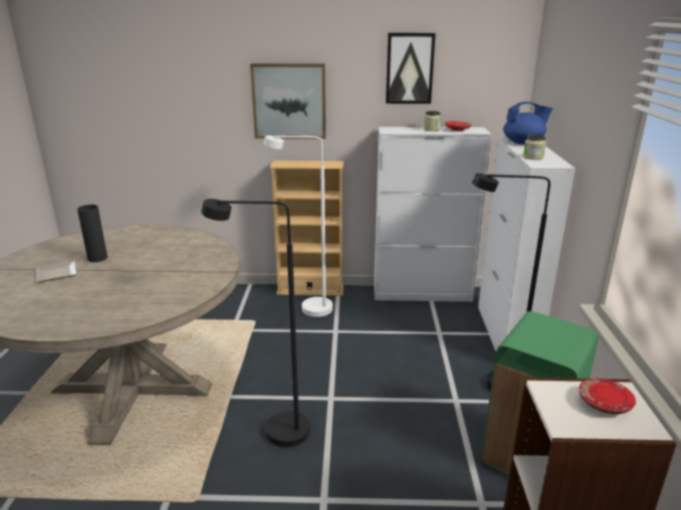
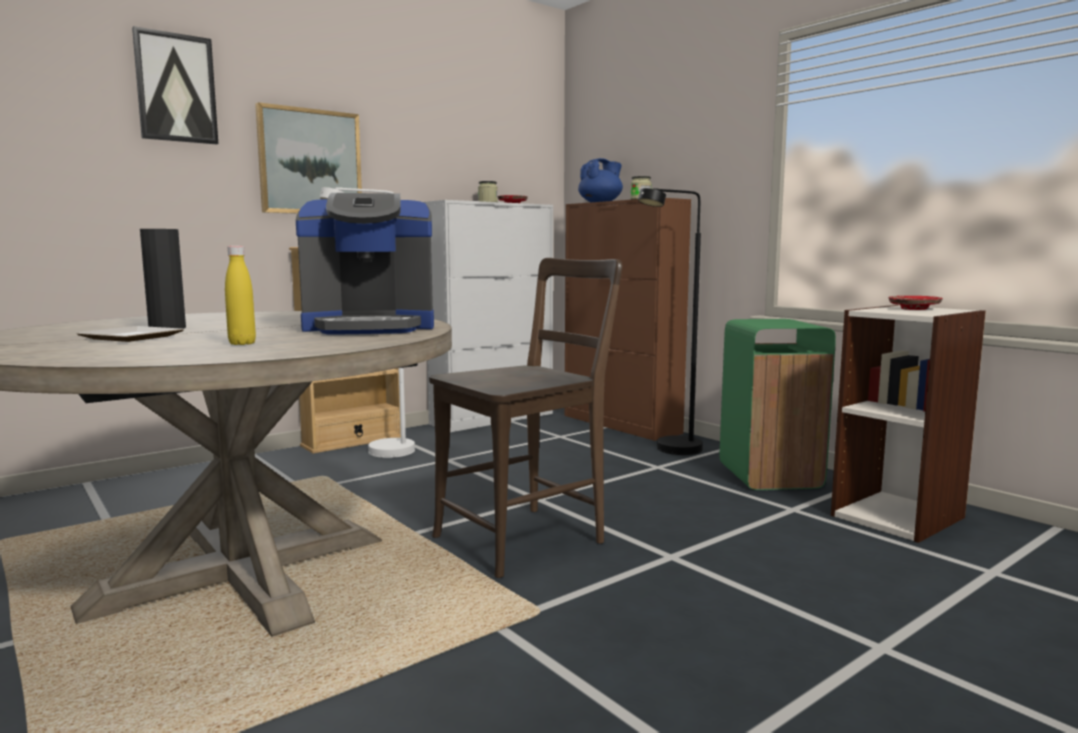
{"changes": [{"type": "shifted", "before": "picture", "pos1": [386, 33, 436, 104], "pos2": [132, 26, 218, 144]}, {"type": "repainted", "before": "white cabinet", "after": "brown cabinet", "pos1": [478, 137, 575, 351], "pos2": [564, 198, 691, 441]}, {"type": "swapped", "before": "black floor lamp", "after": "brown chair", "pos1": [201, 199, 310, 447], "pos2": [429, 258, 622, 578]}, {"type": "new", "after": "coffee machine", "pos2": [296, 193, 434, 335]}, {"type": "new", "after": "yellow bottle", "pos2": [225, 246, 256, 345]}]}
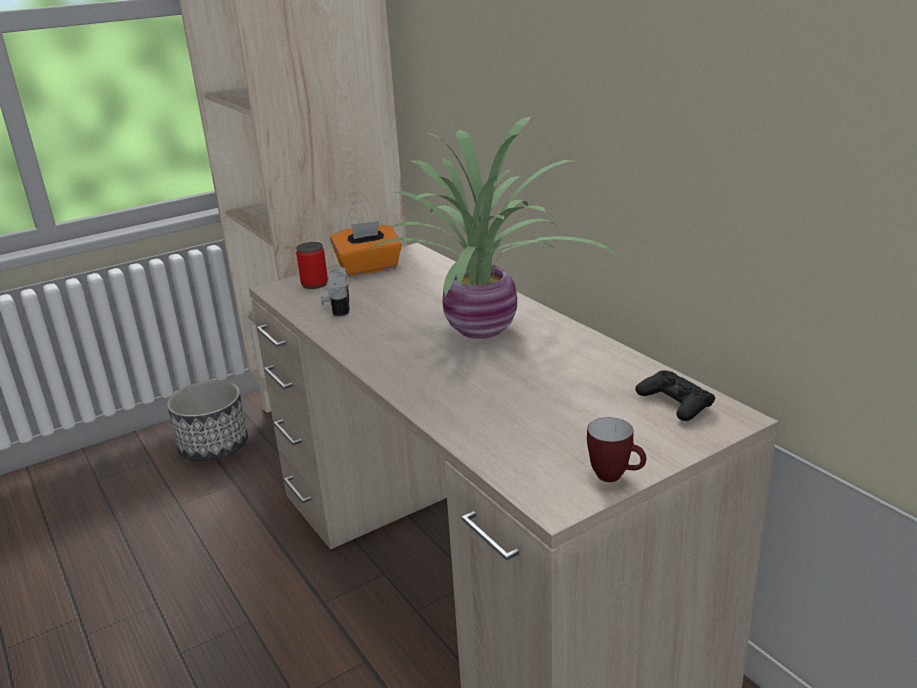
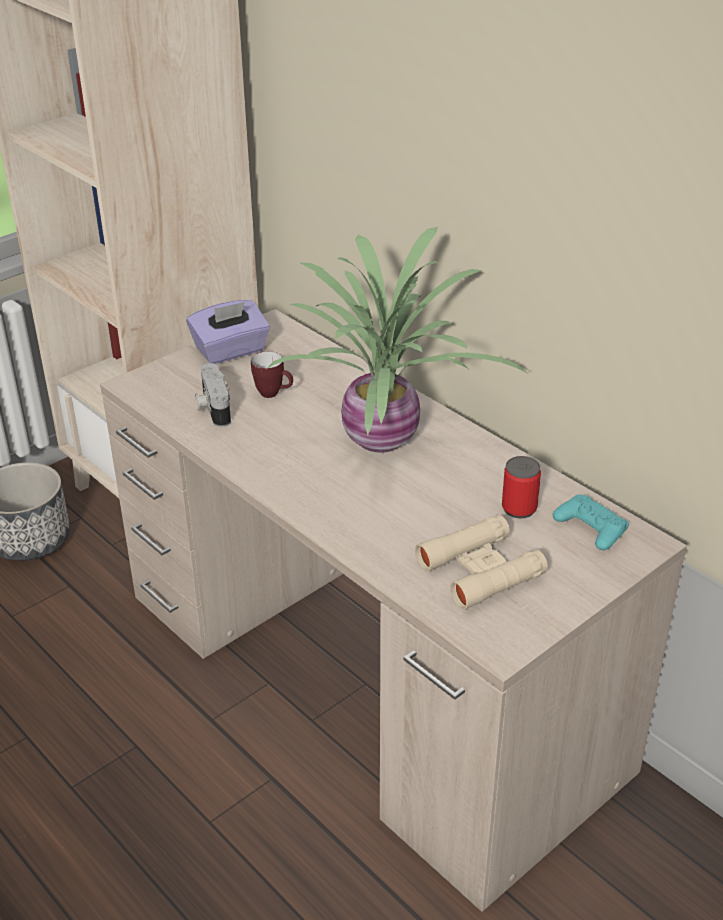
{"changes": [{"type": "repainted", "before": "orange tissue box", "after": "purple tissue box", "pos1": [330, 221, 402, 276], "pos2": [187, 300, 270, 364]}, {"type": "shifted", "before": "can", "pos1": [296, 242, 328, 289], "pos2": [502, 456, 541, 518]}, {"type": "repainted", "before": "black game controller", "after": "turquoise game controller", "pos1": [636, 370, 715, 421], "pos2": [553, 494, 629, 550]}, {"type": "shifted", "before": "mug", "pos1": [587, 417, 646, 482], "pos2": [251, 351, 293, 398]}, {"type": "new", "after": "beige binoculars", "pos2": [415, 515, 548, 610]}]}
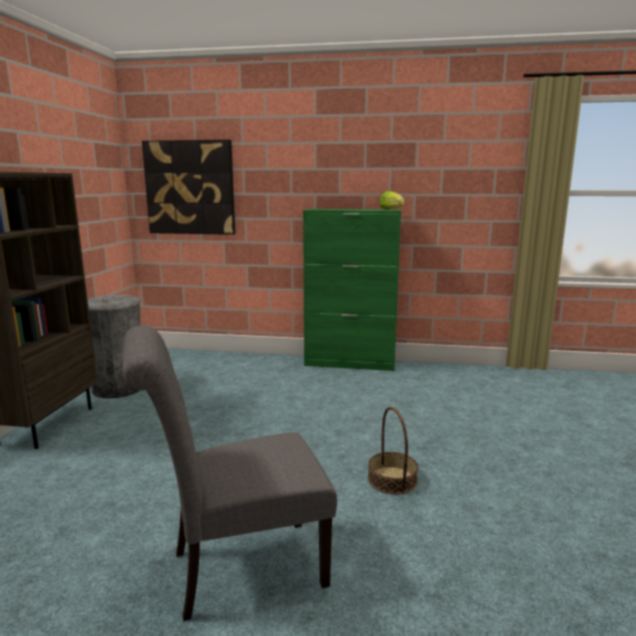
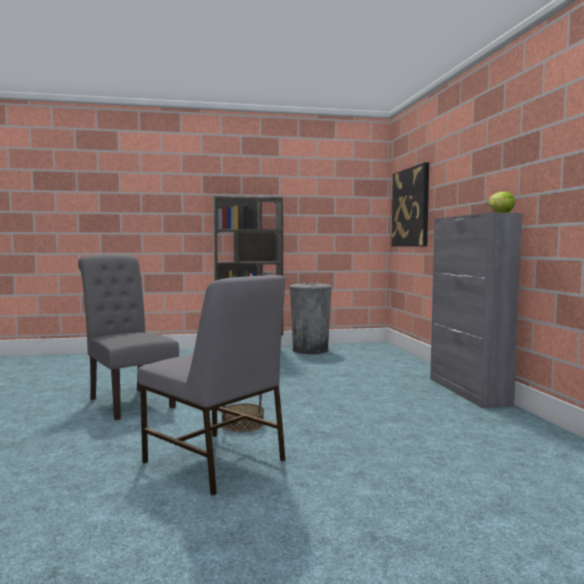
{"changes": [{"type": "repainted", "before": "green cabinet", "after": "grey cabinet", "pos1": [303, 209, 401, 371], "pos2": [430, 213, 522, 408]}, {"type": "new", "after": "grey chair", "pos2": [138, 275, 285, 496]}]}
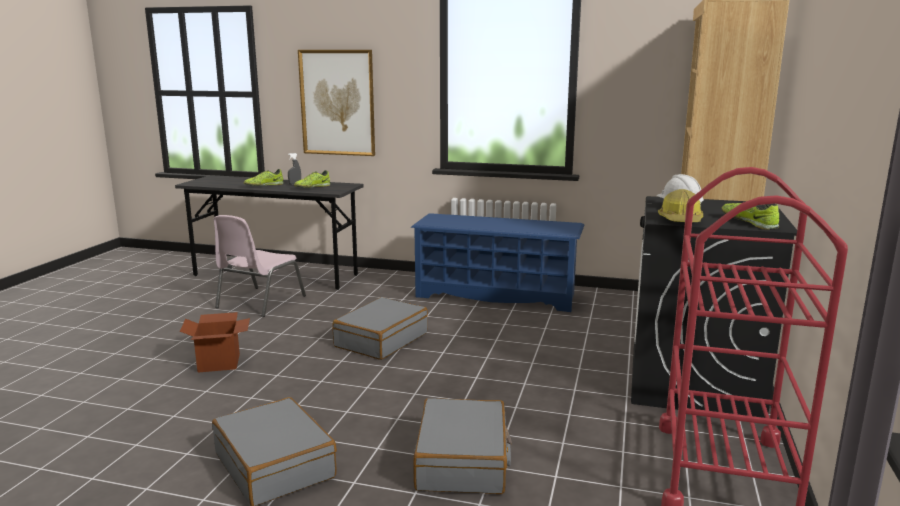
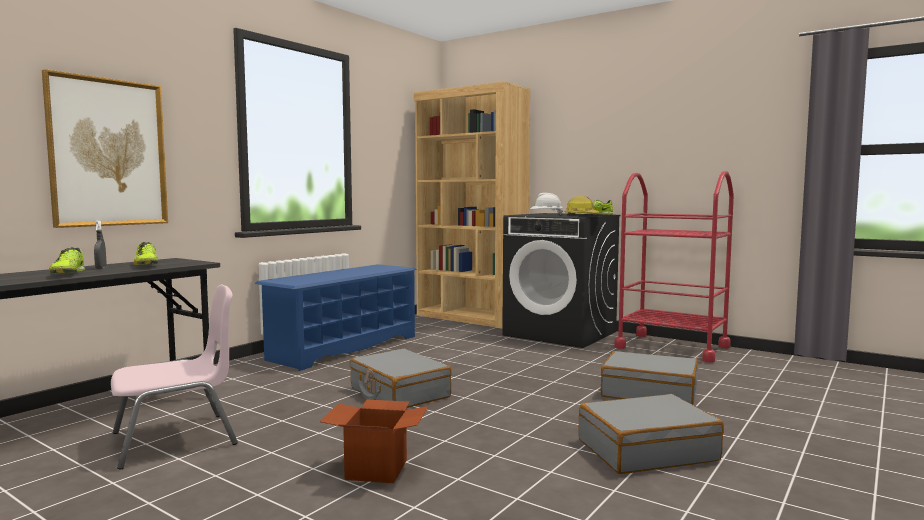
{"changes": [{"type": "rotated", "before": "pink chair", "pos1": [214, 215, 306, 317], "pos2": [111, 285, 238, 469], "turn": -75}]}
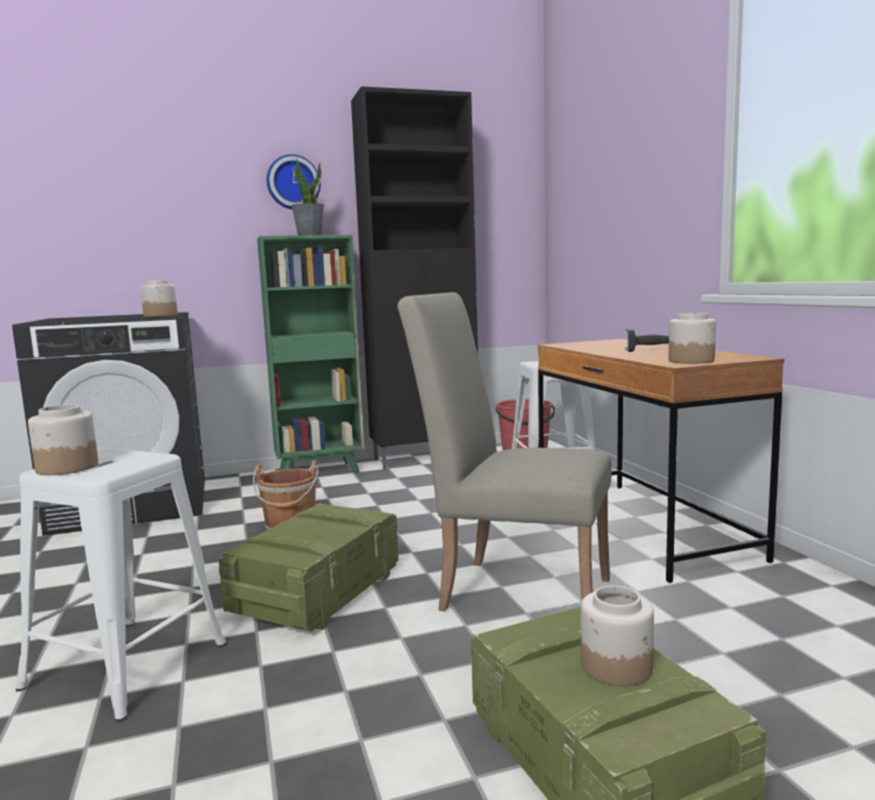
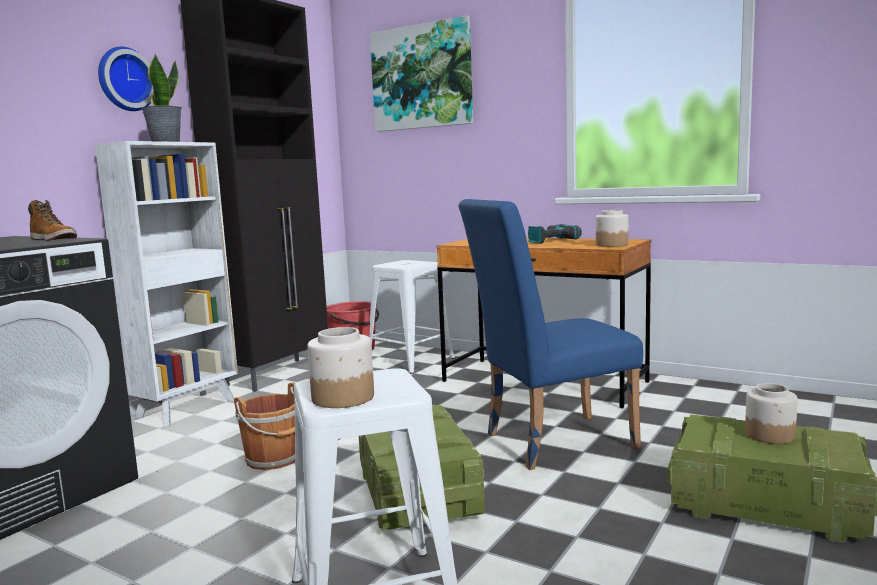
{"changes": [{"type": "repainted", "before": "green bookcase", "after": "white bookcase", "pos1": [257, 235, 365, 474], "pos2": [95, 141, 238, 427]}, {"type": "swapped", "before": "jar", "after": "boot", "pos1": [140, 280, 178, 317], "pos2": [28, 200, 77, 241]}, {"type": "repainted", "before": "beige chair", "after": "blue chair", "pos1": [397, 292, 612, 611], "pos2": [458, 199, 643, 470]}, {"type": "new", "after": "picture", "pos2": [370, 16, 473, 132]}]}
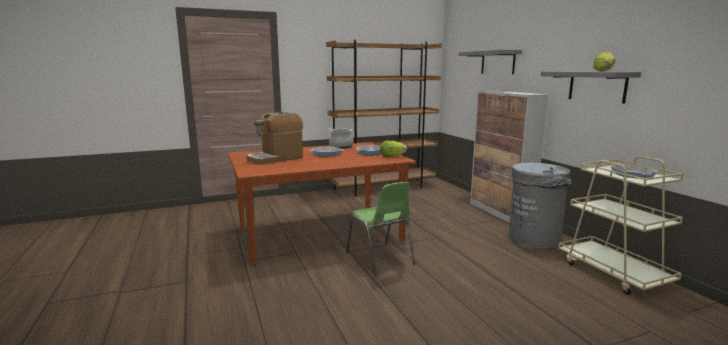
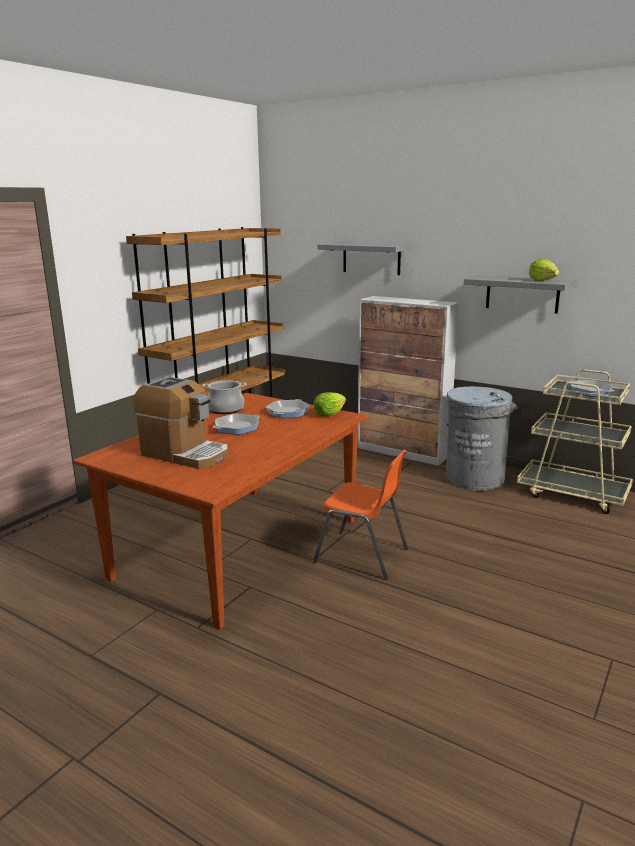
{"changes": [{"type": "rotated", "before": "coffee machine", "pos1": [247, 112, 303, 164], "pos2": [133, 377, 228, 469], "turn": -75}, {"type": "repainted", "before": "green chair", "after": "orange chair", "pos1": [346, 182, 416, 275], "pos2": [313, 450, 408, 580]}]}
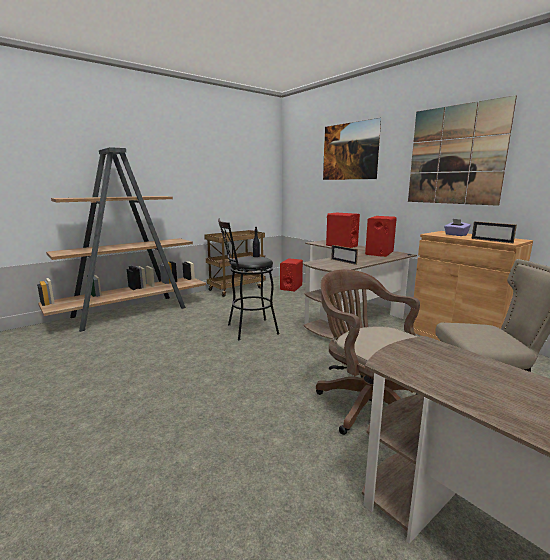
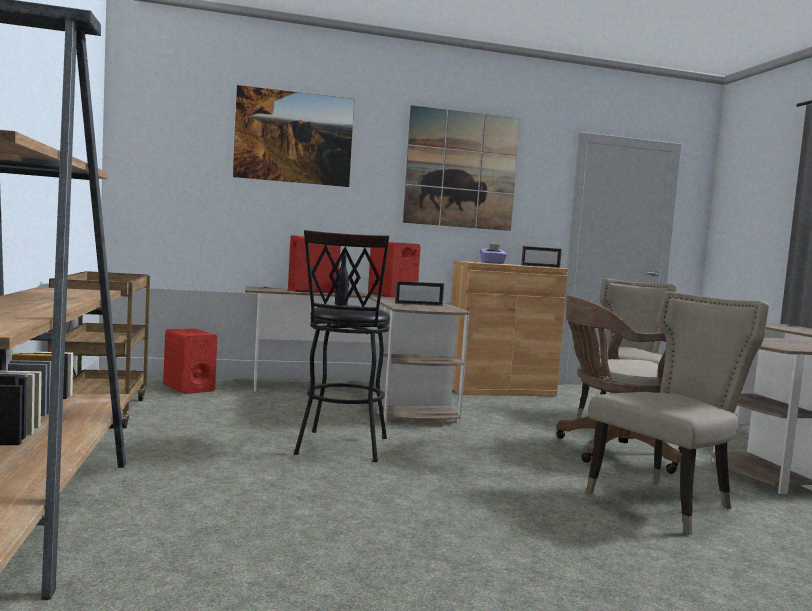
{"changes": [{"type": "new", "after": "beige chair", "pos2": [586, 291, 769, 535]}]}
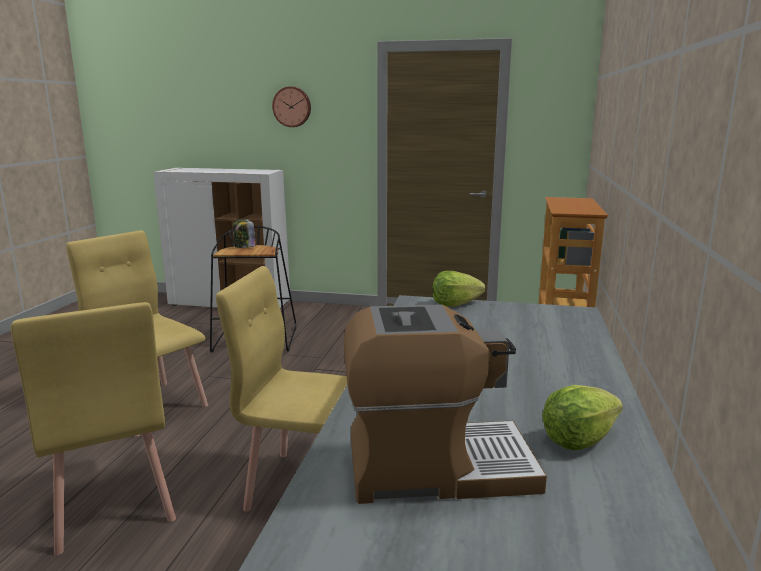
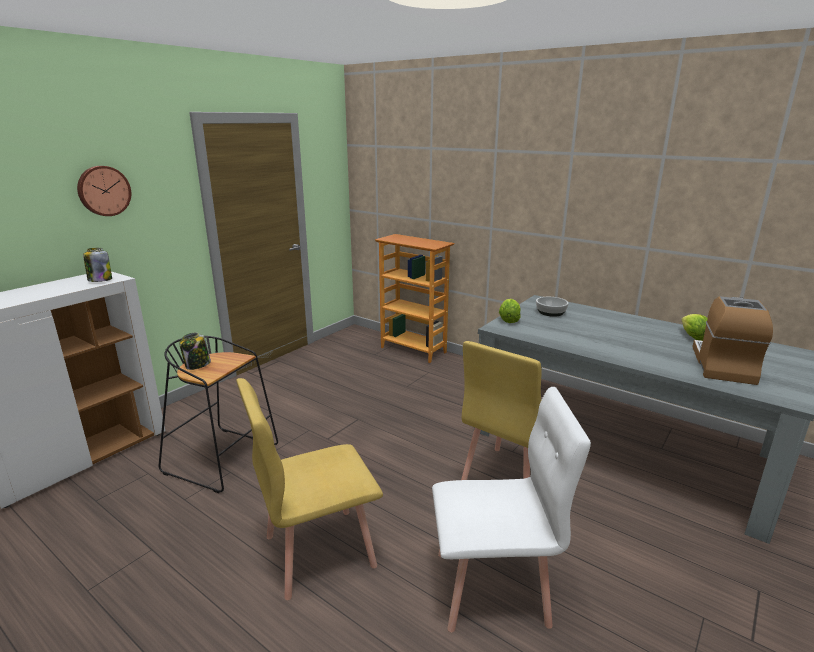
{"changes": [{"type": "repainted", "before": "yellow chair", "after": "white chair", "pos1": [11, 302, 176, 555], "pos2": [432, 387, 591, 632]}, {"type": "new", "after": "jar", "pos2": [83, 248, 112, 282]}, {"type": "new", "after": "bowl", "pos2": [536, 297, 569, 317]}]}
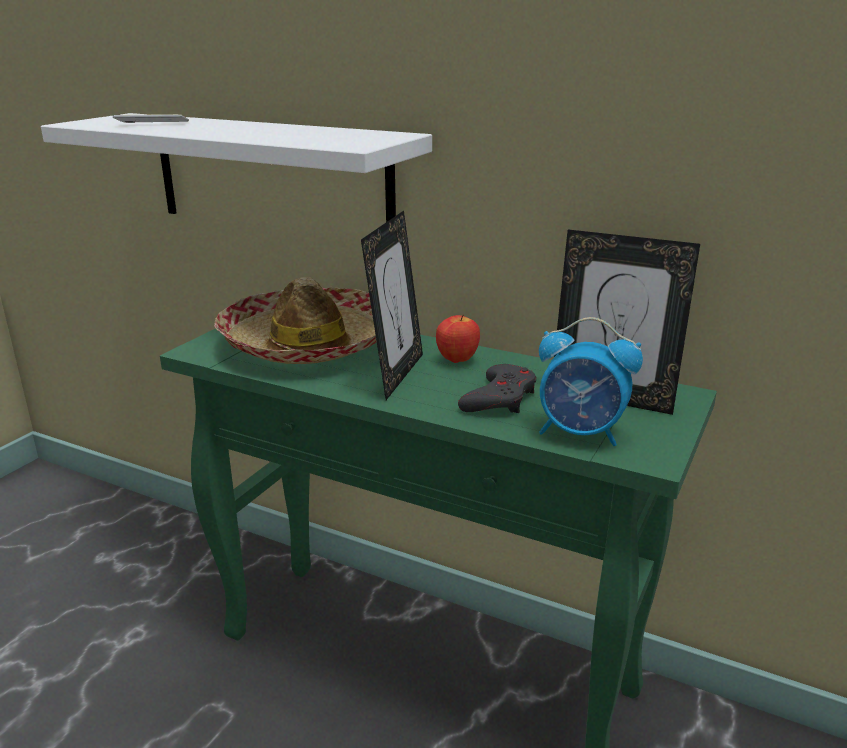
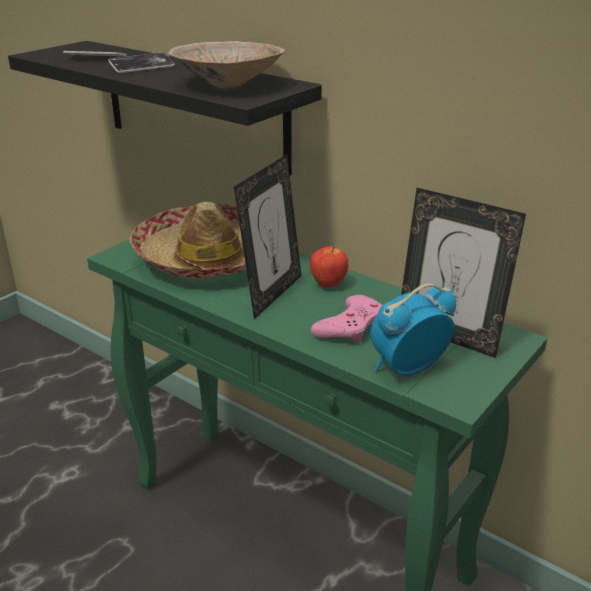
{"changes": [{"type": "repainted", "before": "white shelf", "after": "black shelf", "pos1": [41, 113, 432, 222], "pos2": [8, 41, 322, 175]}, {"type": "rotated", "before": "alarm clock", "pos1": [539, 317, 643, 446], "pos2": [370, 284, 456, 376], "turn": 120}, {"type": "repainted", "before": "grey game controller", "after": "pink game controller", "pos1": [458, 364, 536, 413], "pos2": [311, 295, 383, 343]}, {"type": "new", "after": "beige bowl", "pos2": [168, 41, 285, 88]}, {"type": "new", "after": "phone", "pos2": [108, 53, 175, 73]}]}
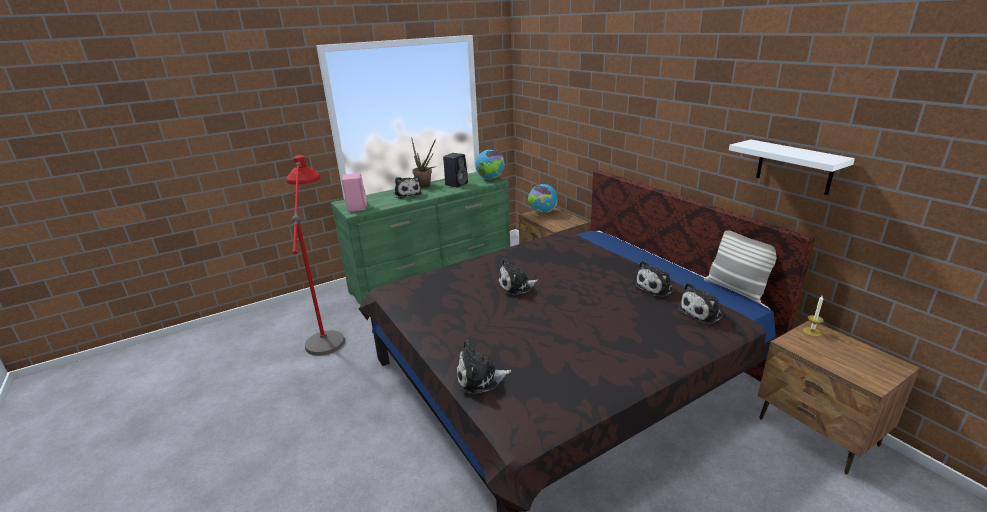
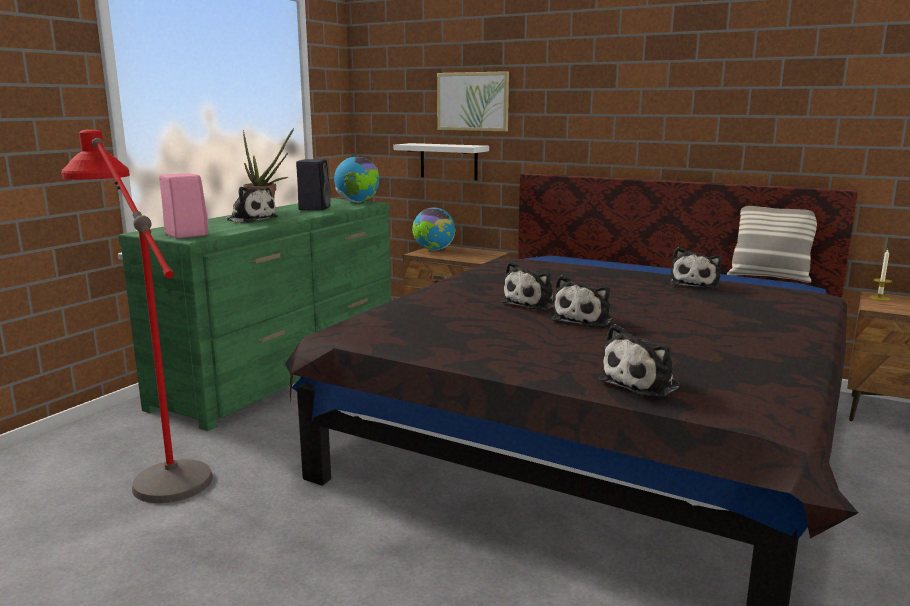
{"changes": [{"type": "shifted", "before": "white shelf", "pos1": [729, 140, 855, 195], "pos2": [394, 143, 489, 181]}, {"type": "shifted", "before": "plush toy", "pos1": [678, 282, 723, 324], "pos2": [552, 275, 612, 326]}, {"type": "new", "after": "picture", "pos2": [437, 71, 509, 131]}]}
